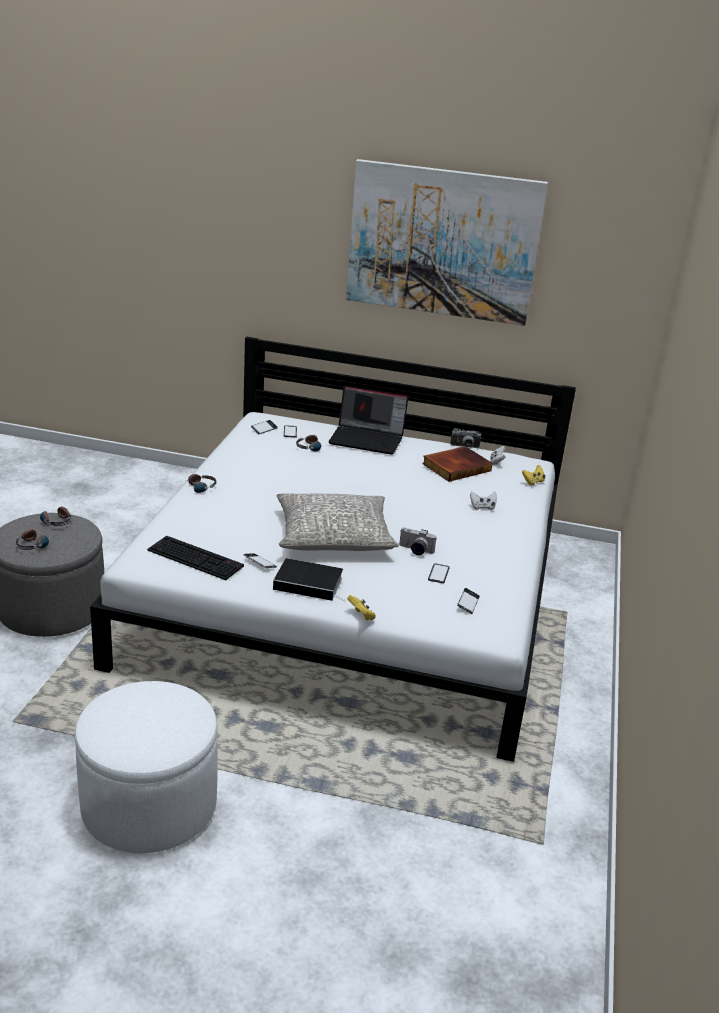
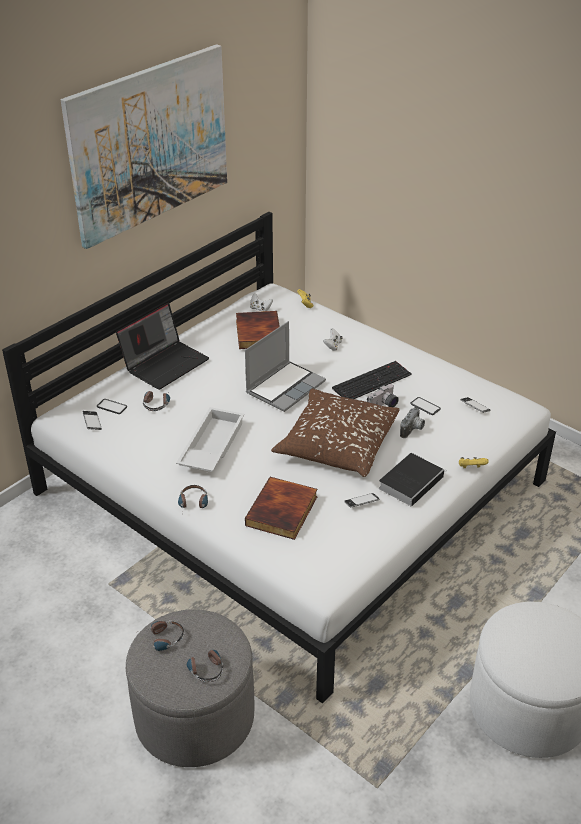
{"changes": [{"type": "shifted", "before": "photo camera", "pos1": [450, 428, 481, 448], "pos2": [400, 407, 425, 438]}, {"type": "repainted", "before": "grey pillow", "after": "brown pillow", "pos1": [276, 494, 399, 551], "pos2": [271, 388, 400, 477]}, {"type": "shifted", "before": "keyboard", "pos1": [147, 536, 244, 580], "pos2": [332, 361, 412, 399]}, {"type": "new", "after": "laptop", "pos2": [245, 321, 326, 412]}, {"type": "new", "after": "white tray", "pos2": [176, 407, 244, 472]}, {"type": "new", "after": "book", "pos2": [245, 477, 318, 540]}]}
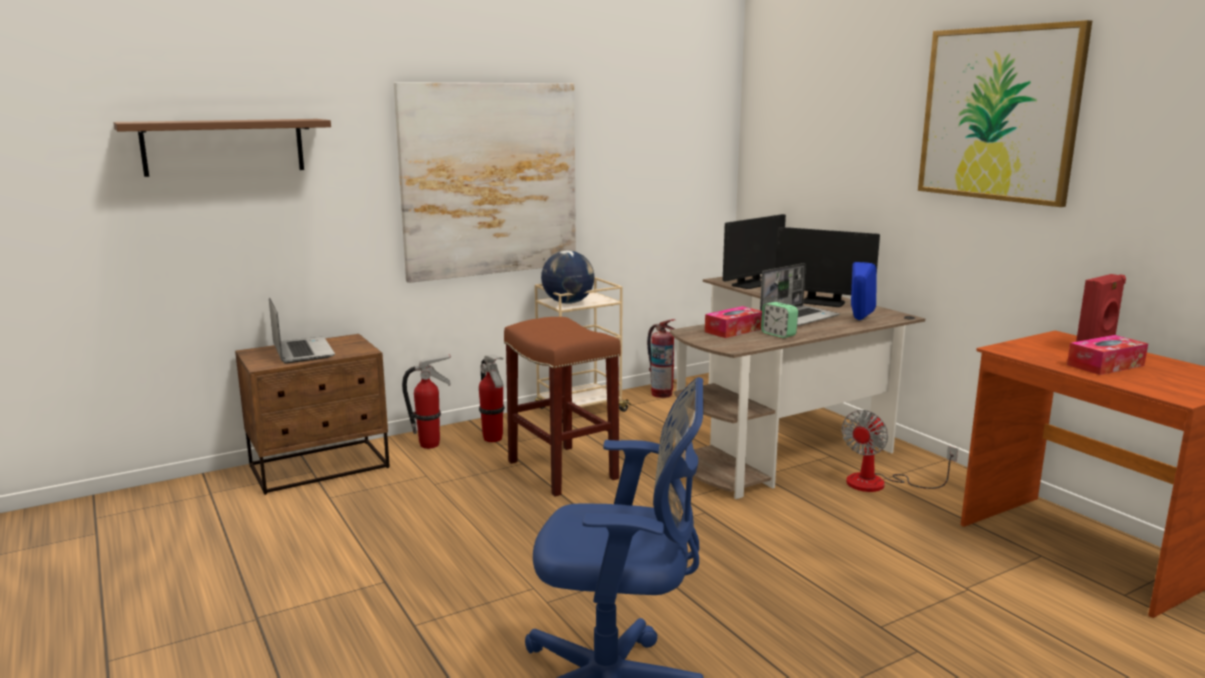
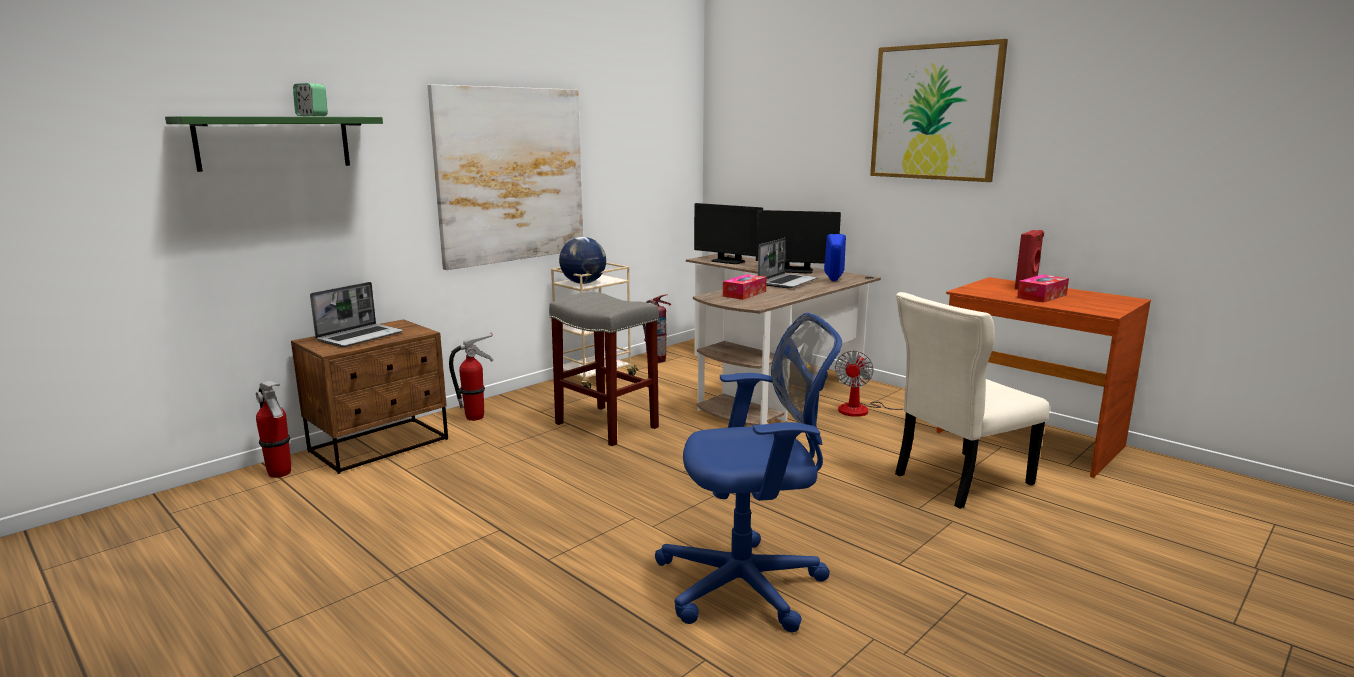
{"changes": [{"type": "repainted", "before": "brown shelf", "after": "green shelf", "pos1": [113, 119, 331, 177], "pos2": [165, 116, 383, 172]}, {"type": "rotated", "before": "monitor", "pos1": [723, 214, 786, 289], "pos2": [694, 203, 763, 264], "turn": 90}, {"type": "rotated", "before": "laptop", "pos1": [269, 297, 335, 364], "pos2": [310, 282, 403, 347], "turn": 75}, {"type": "shifted", "before": "alarm clock", "pos1": [761, 302, 798, 338], "pos2": [293, 83, 328, 116]}, {"type": "repainted", "before": "brown stool", "after": "grey stool", "pos1": [504, 317, 621, 497], "pos2": [549, 292, 659, 446]}, {"type": "shifted", "before": "fire extinguisher", "pos1": [479, 355, 505, 442], "pos2": [256, 381, 291, 478]}, {"type": "new", "after": "beige chair", "pos2": [895, 292, 1049, 509]}]}
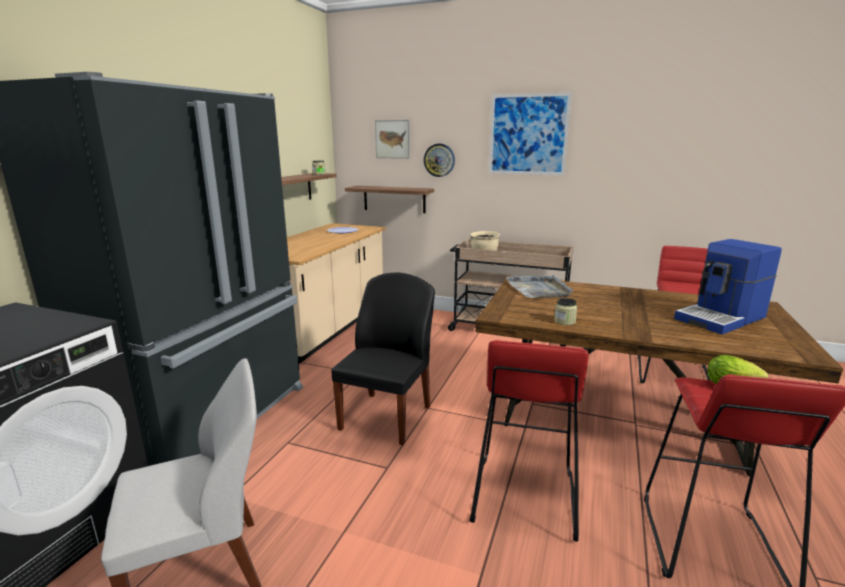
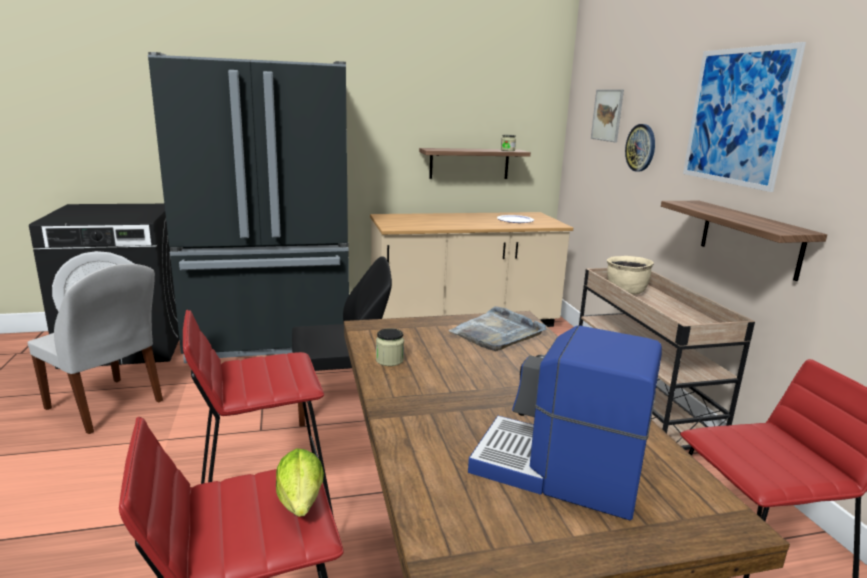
{"changes": [{"type": "shifted", "before": "shelf", "pos1": [345, 186, 434, 213], "pos2": [661, 201, 827, 281]}]}
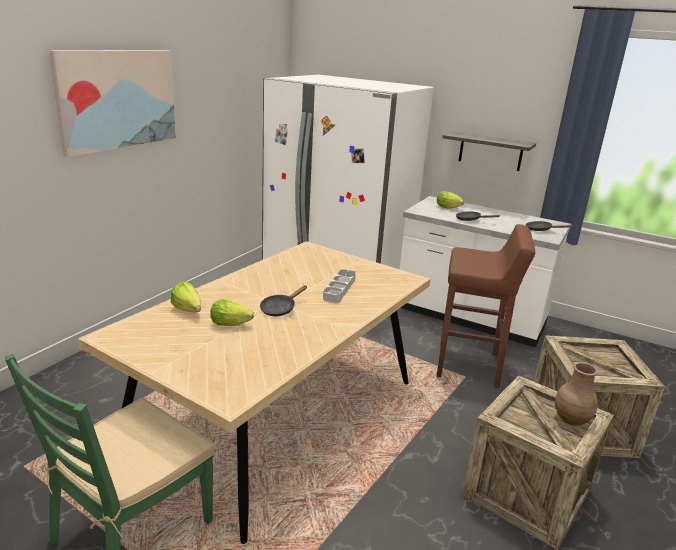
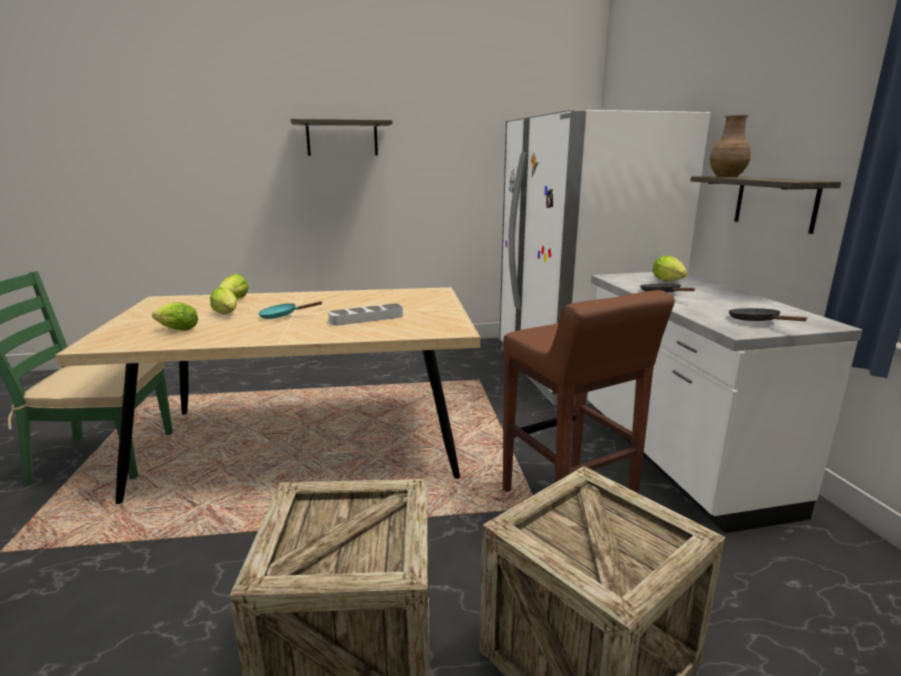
{"changes": [{"type": "swapped", "before": "picture", "after": "shelf", "pos1": [49, 50, 176, 157], "pos2": [291, 119, 392, 156]}, {"type": "repainted", "before": "black frying pan", "after": "turquoise frying pan", "pos1": [260, 285, 307, 316], "pos2": [258, 301, 322, 319]}, {"type": "shifted", "before": "brown vase", "pos1": [555, 362, 598, 426], "pos2": [710, 115, 751, 177]}, {"type": "new", "after": "lettuce", "pos2": [152, 302, 198, 331]}]}
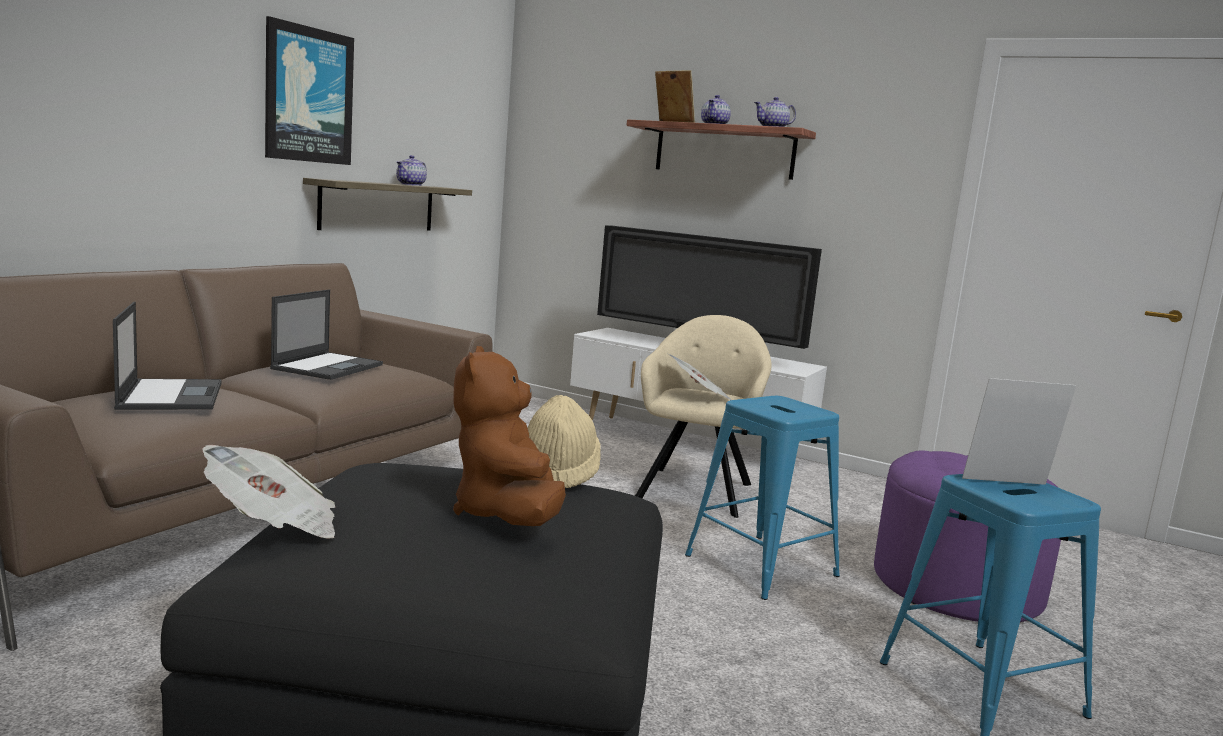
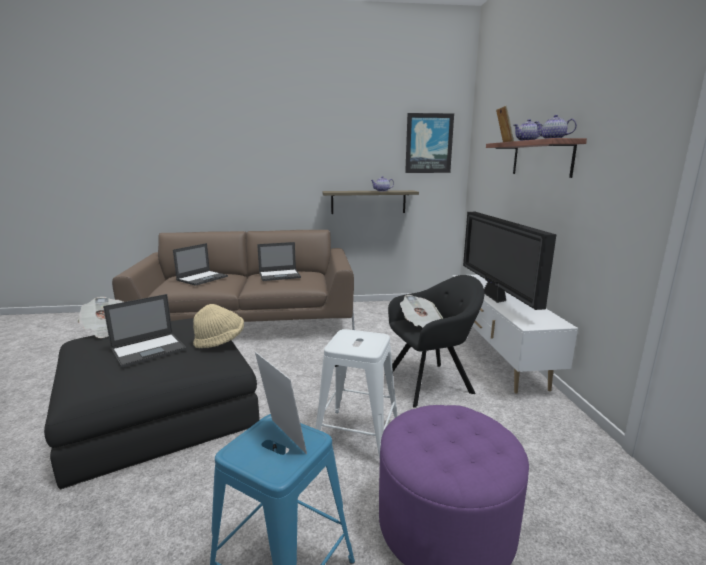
{"changes": [{"type": "shifted", "before": "picture", "pos1": [265, 16, 354, 165], "pos2": [405, 113, 454, 173]}, {"type": "repainted", "before": "beige armchair", "after": "black armchair", "pos1": [635, 315, 771, 518], "pos2": [388, 275, 484, 408]}, {"type": "swapped", "before": "brown plush toy", "after": "laptop", "pos1": [453, 346, 566, 526], "pos2": [103, 294, 187, 368]}, {"type": "repainted", "before": "blue stool", "after": "white stool", "pos1": [685, 396, 840, 600], "pos2": [315, 329, 397, 459]}]}
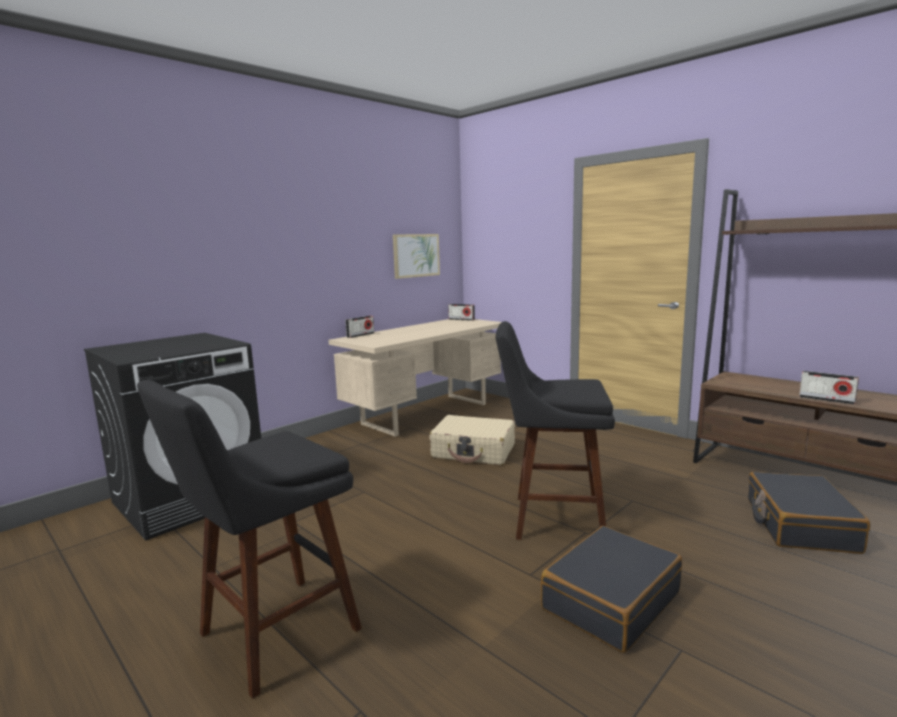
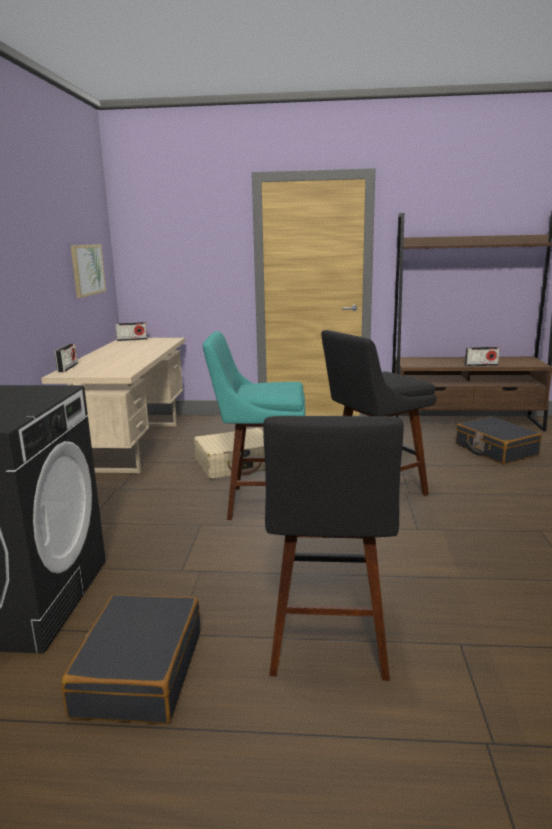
{"changes": [{"type": "shifted", "before": "black suitcase", "pos1": [541, 526, 682, 653], "pos2": [62, 595, 200, 724]}, {"type": "new", "after": "turquoise stool", "pos2": [203, 331, 305, 520]}]}
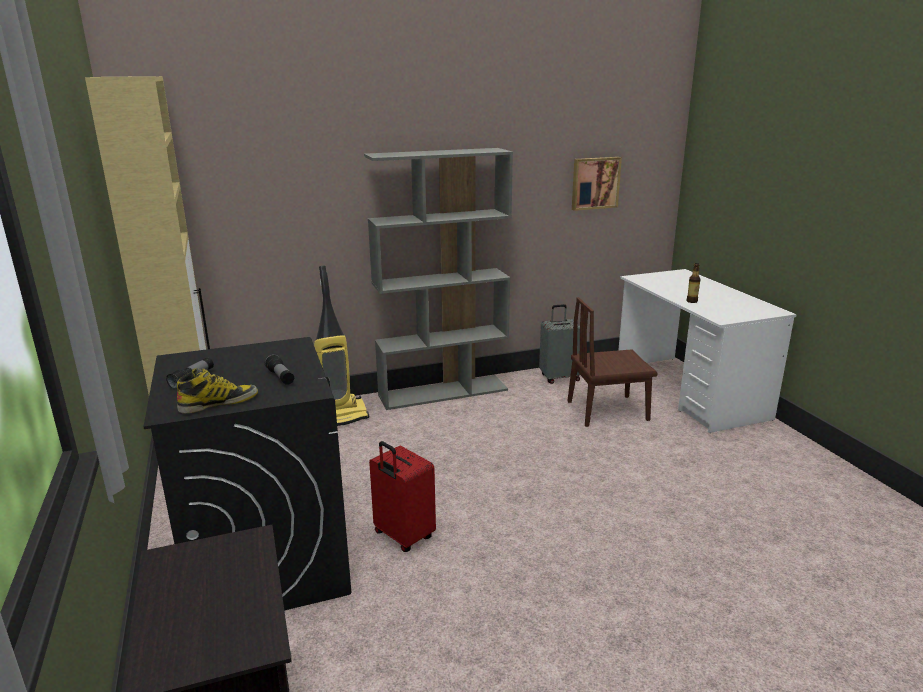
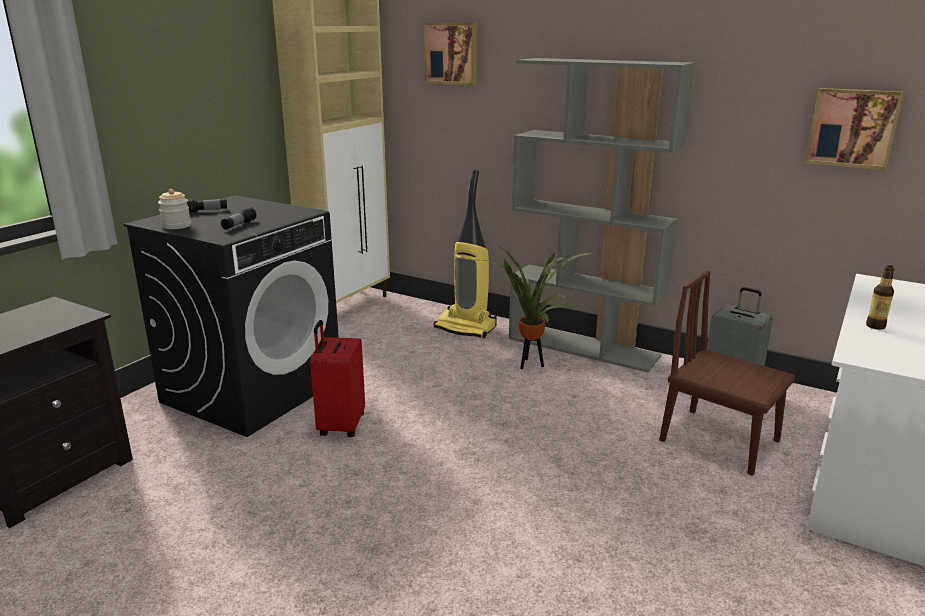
{"changes": [{"type": "swapped", "before": "boot", "after": "jar", "pos1": [177, 368, 258, 414], "pos2": [158, 189, 191, 229]}, {"type": "new", "after": "picture", "pos2": [424, 23, 477, 85]}, {"type": "new", "after": "potted plant", "pos2": [487, 247, 592, 369]}]}
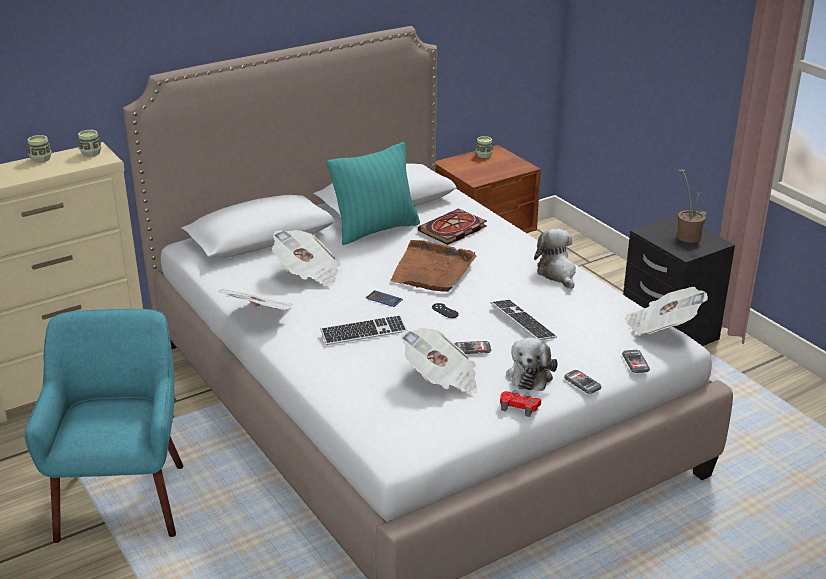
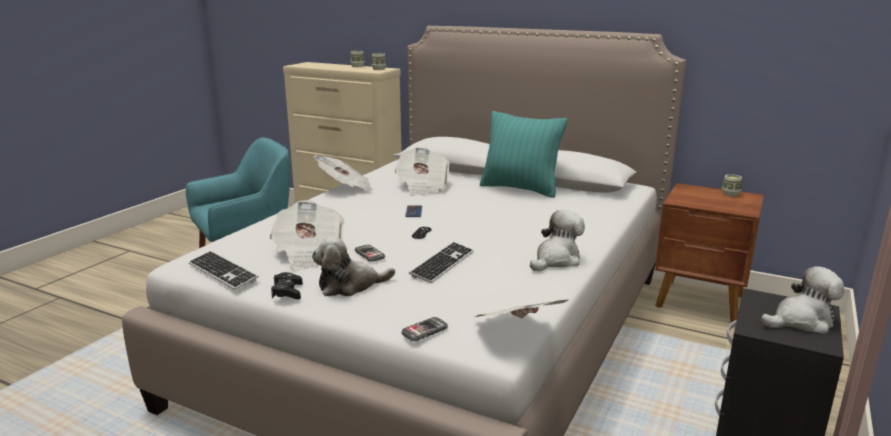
{"changes": [{"type": "swapped", "before": "potted plant", "after": "plush toy", "pos1": [677, 169, 707, 243], "pos2": [761, 266, 844, 334]}, {"type": "gone", "before": "book", "pos1": [418, 209, 487, 245]}, {"type": "gone", "before": "brown tray", "pos1": [390, 240, 476, 292]}, {"type": "shifted", "before": "keyboard", "pos1": [321, 315, 407, 345], "pos2": [188, 251, 259, 290]}, {"type": "gone", "before": "phone", "pos1": [564, 370, 601, 394]}, {"type": "repainted", "before": "red game controller", "after": "black game controller", "pos1": [500, 391, 541, 417], "pos2": [271, 272, 303, 299]}]}
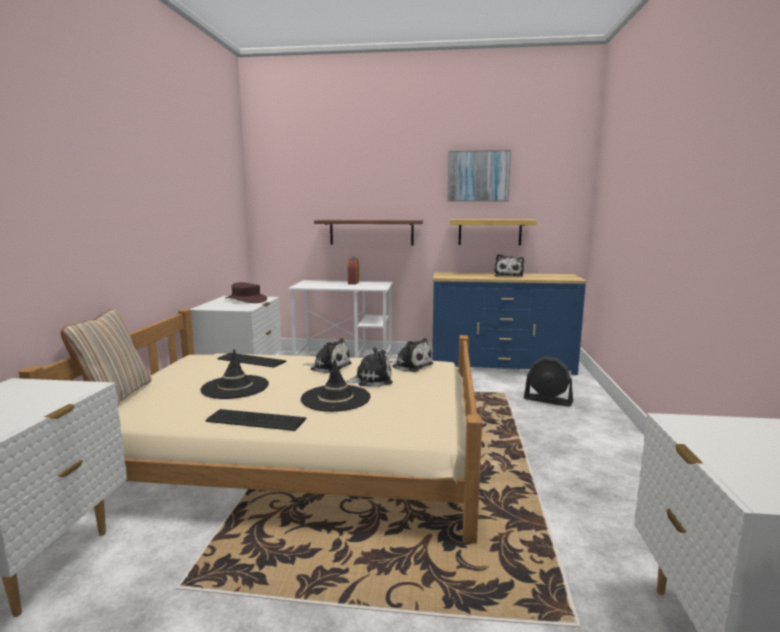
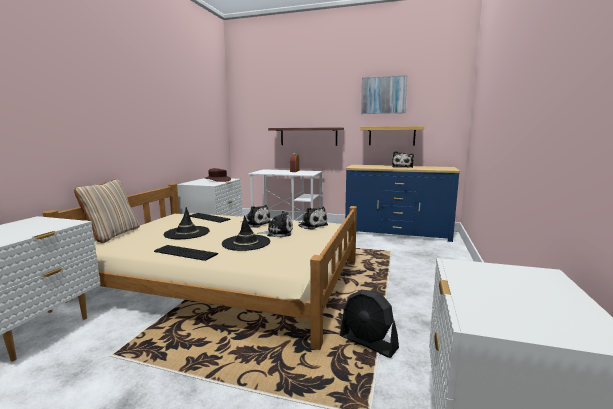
{"changes": [{"type": "shifted", "before": "black fan", "pos1": [524, 356, 573, 407], "pos2": [340, 290, 399, 358]}]}
